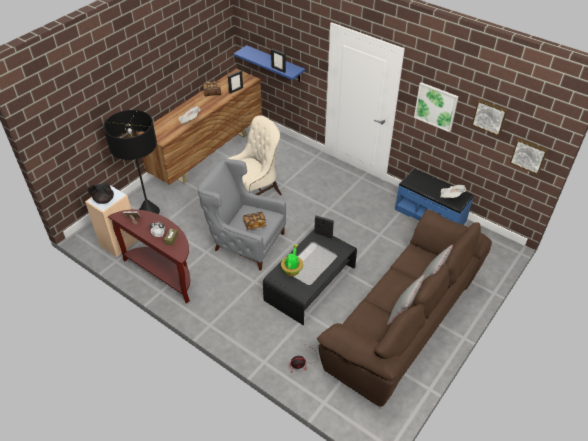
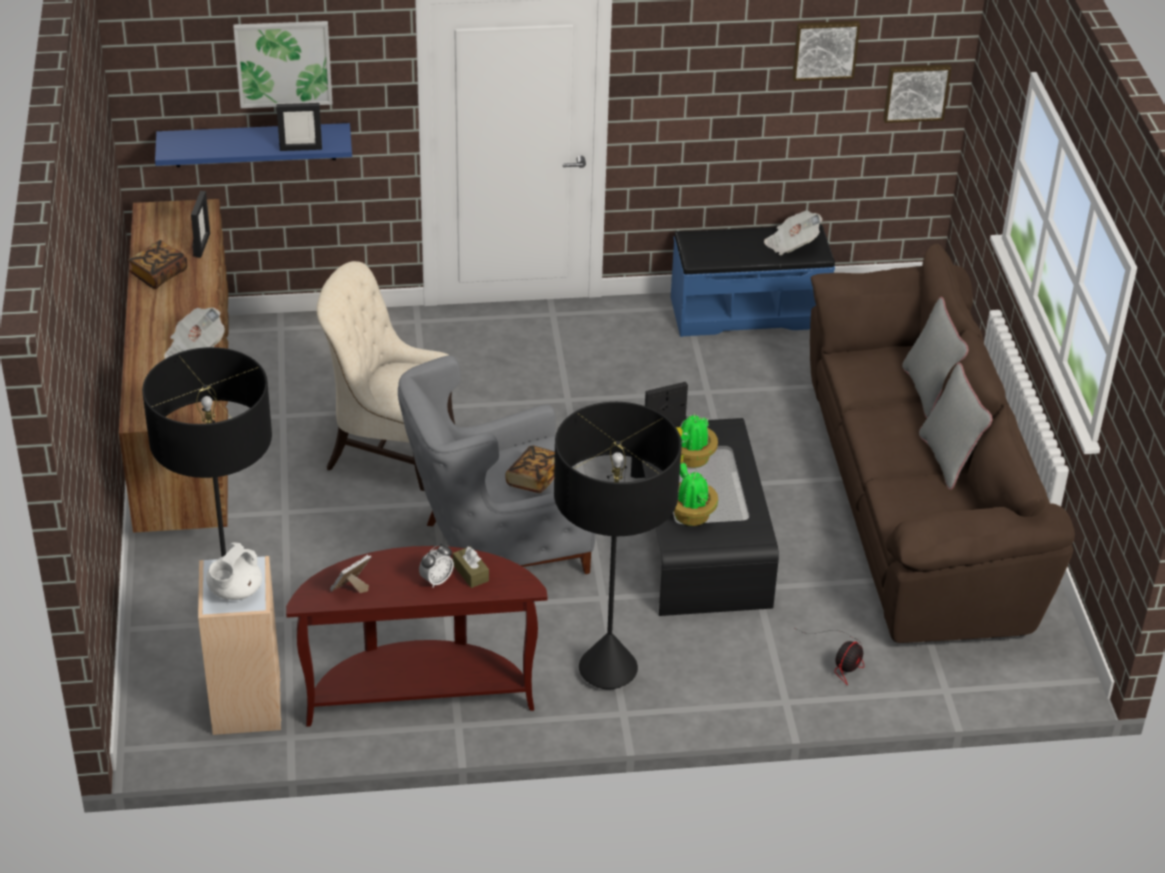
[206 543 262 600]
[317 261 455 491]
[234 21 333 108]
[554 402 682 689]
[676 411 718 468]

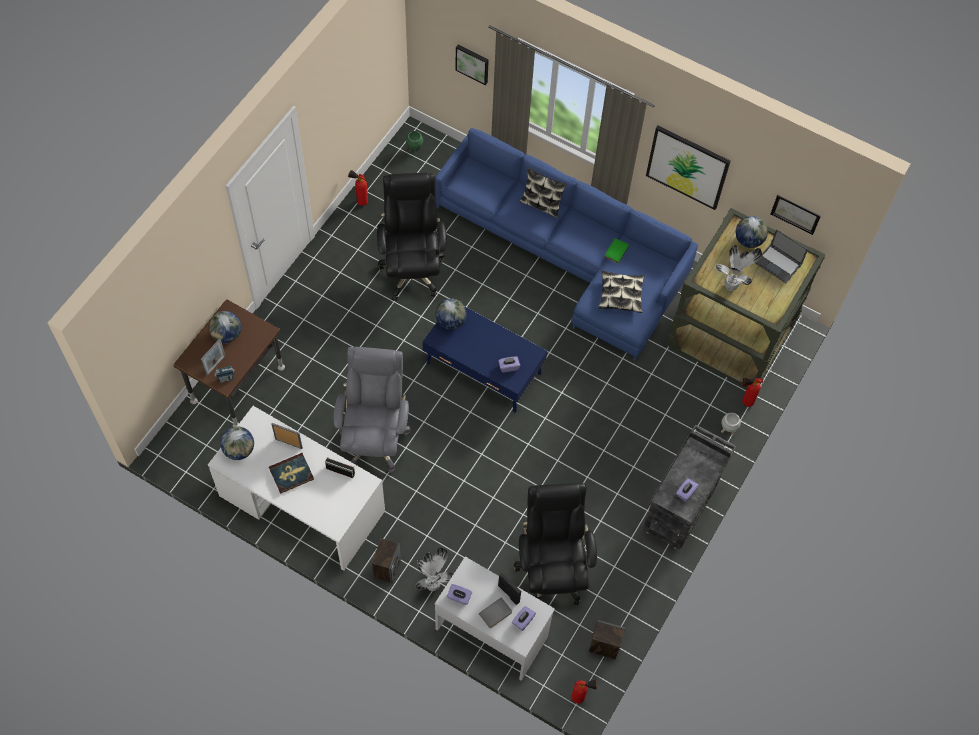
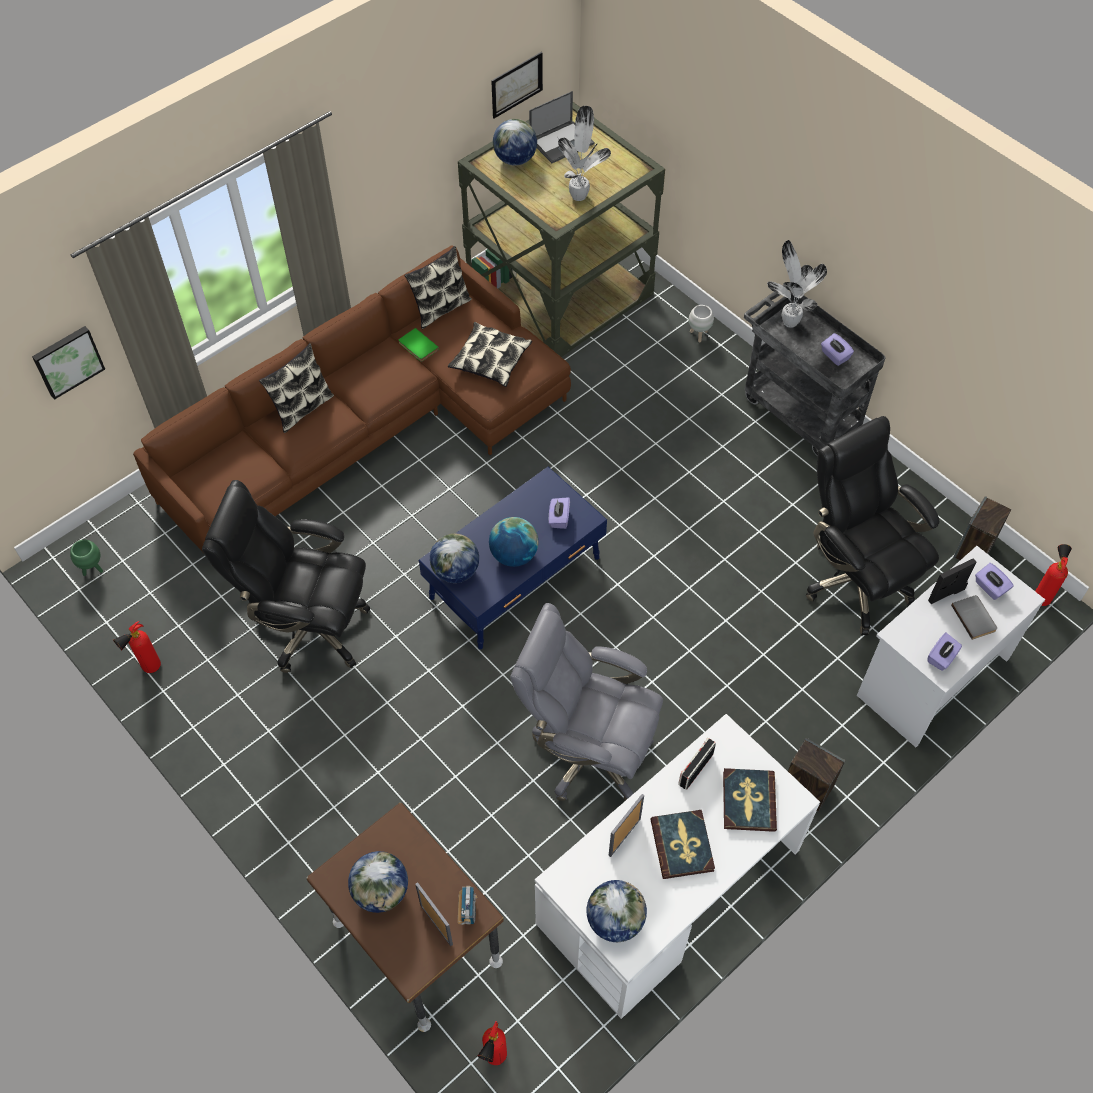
[767 240 827 328]
[133 245 571 552]
[806 416 940 636]
[646 126 731 210] (first image)
[478 1021 507 1065]
[404 246 472 329]
[489 517 539 567]
[723 768 777 832]

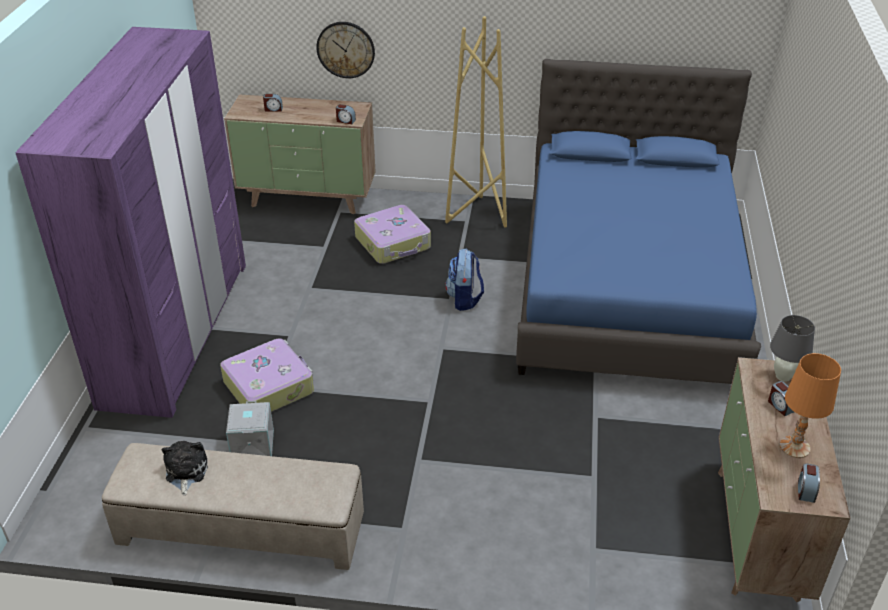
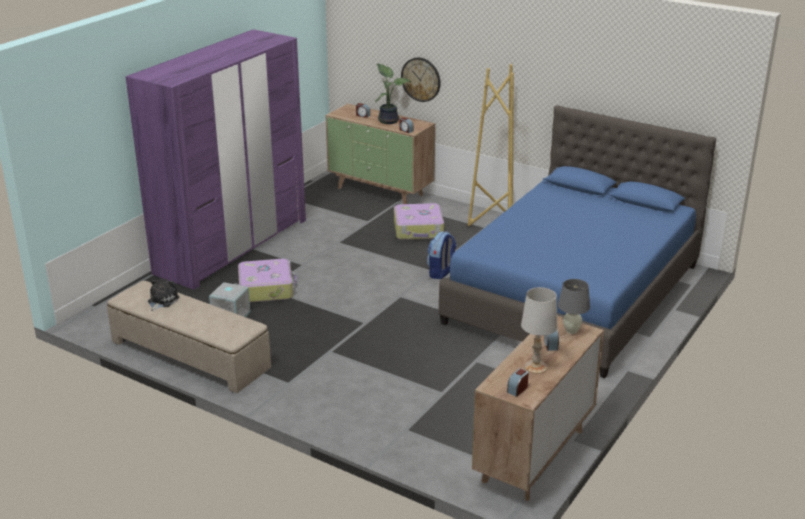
[521 287 557 374]
[375 64 411 124]

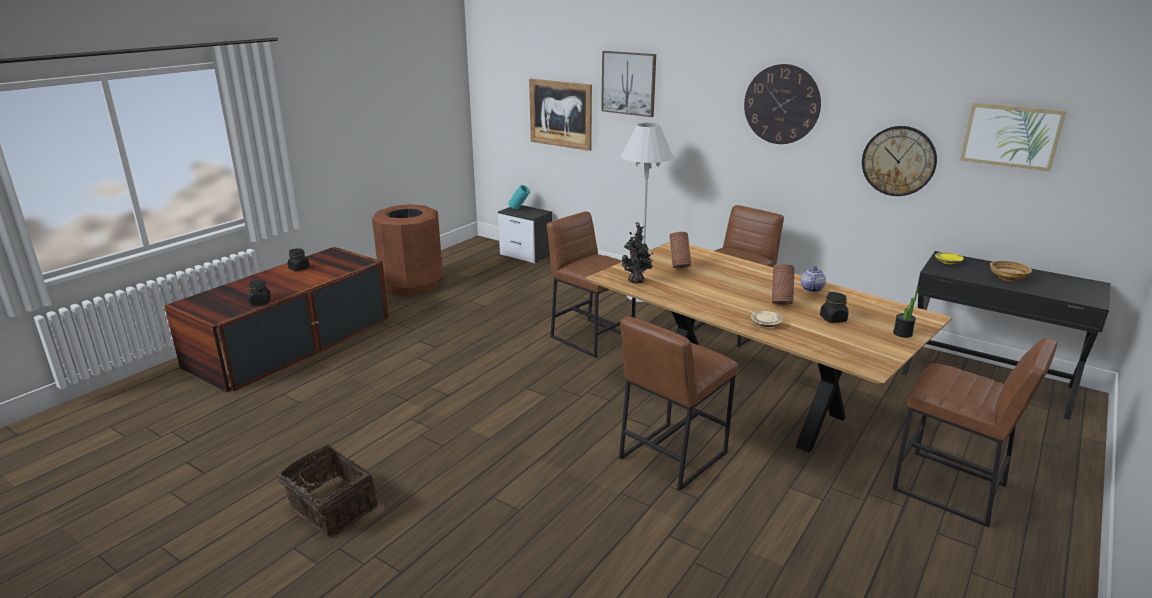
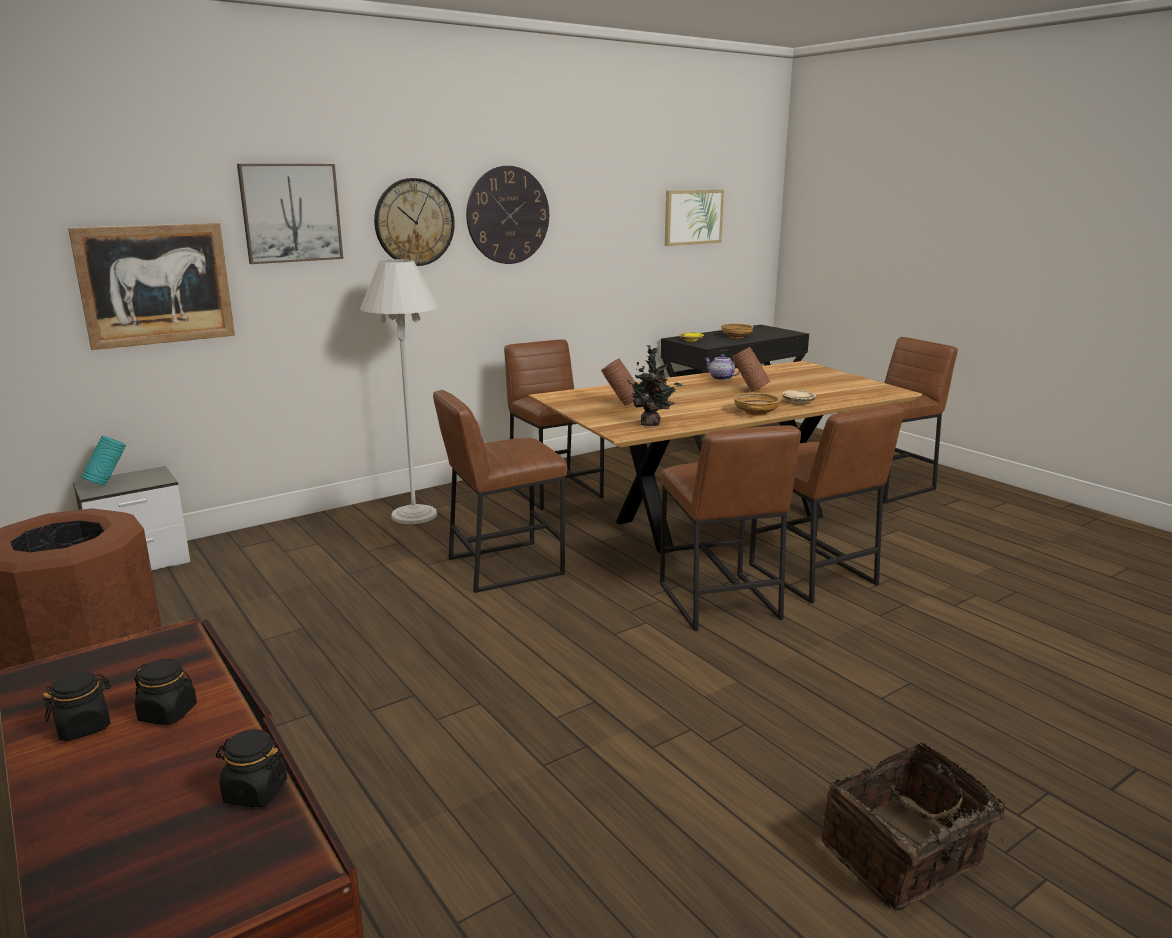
[134 659 197 725]
[374 178 455 266]
[893 286 919 338] (first image)
[660 425 801 631]
[733 392 781 416]

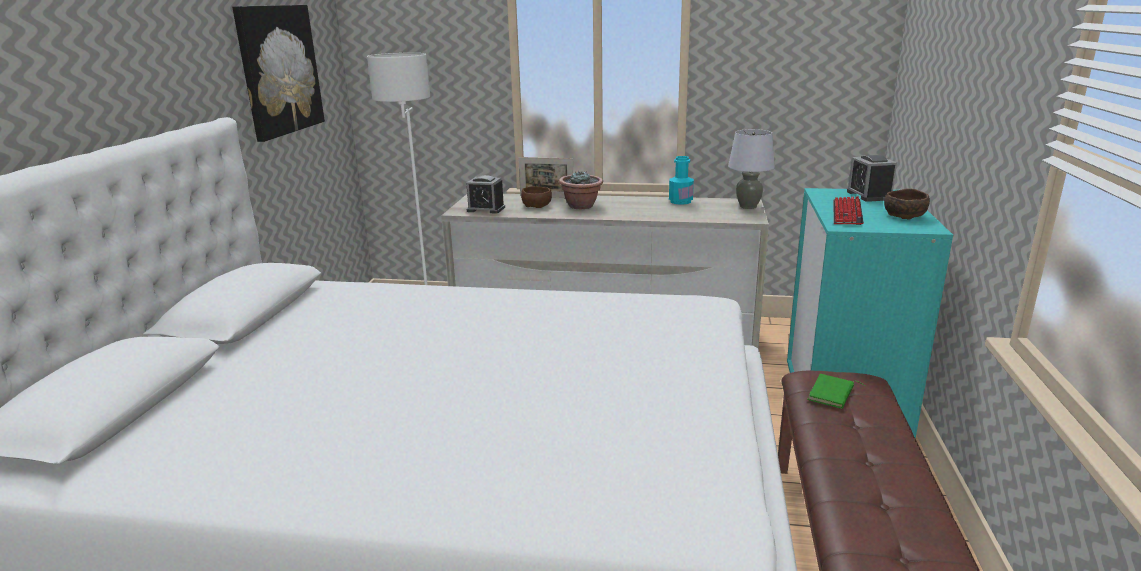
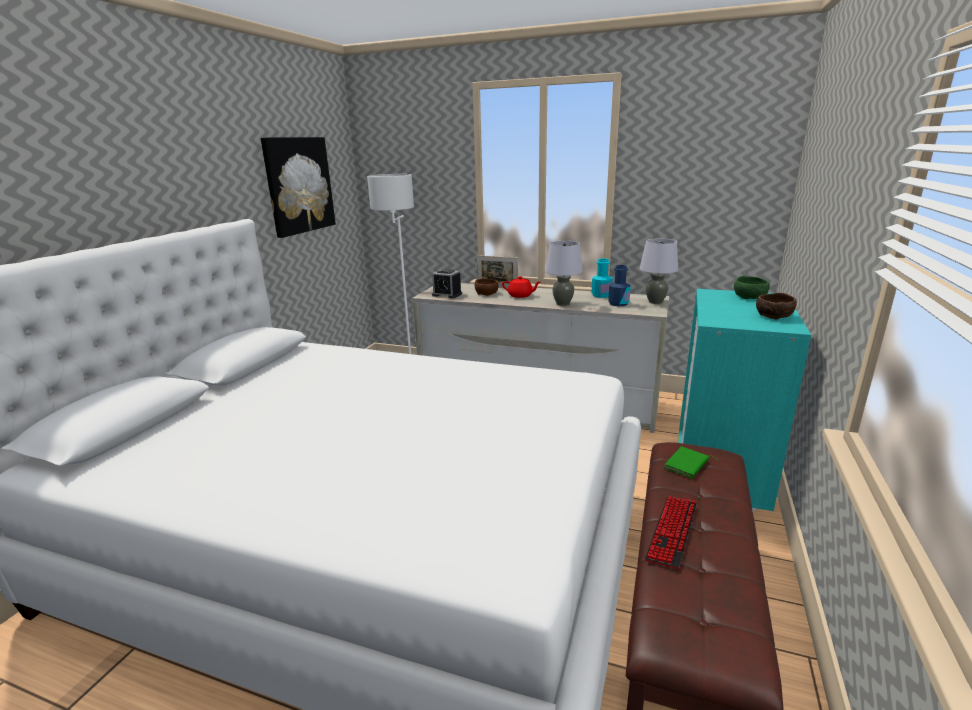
[502 276 540 298]
[645 496 697 569]
[734 276 770 299]
[545 241 583 306]
[608 265 631 306]

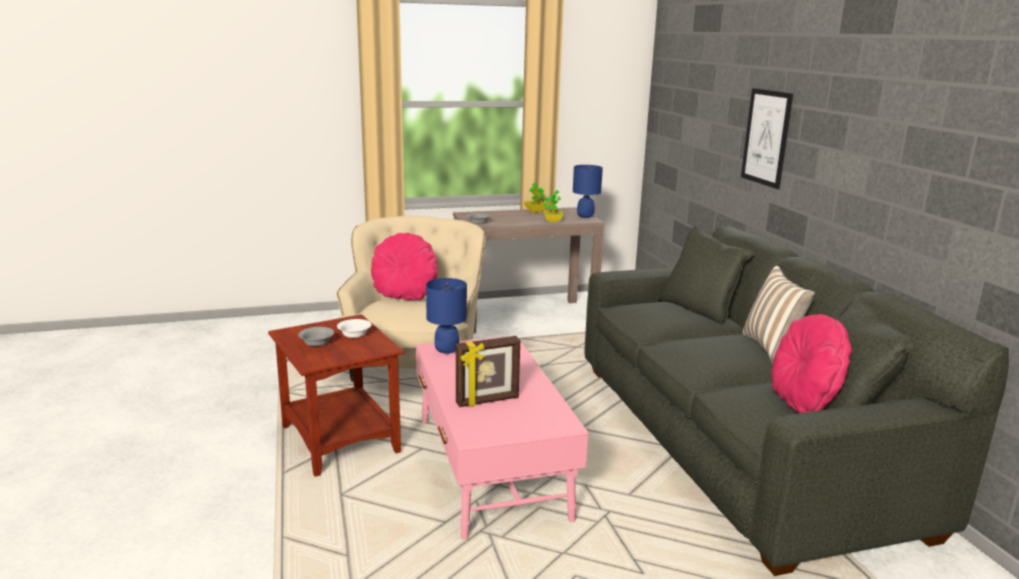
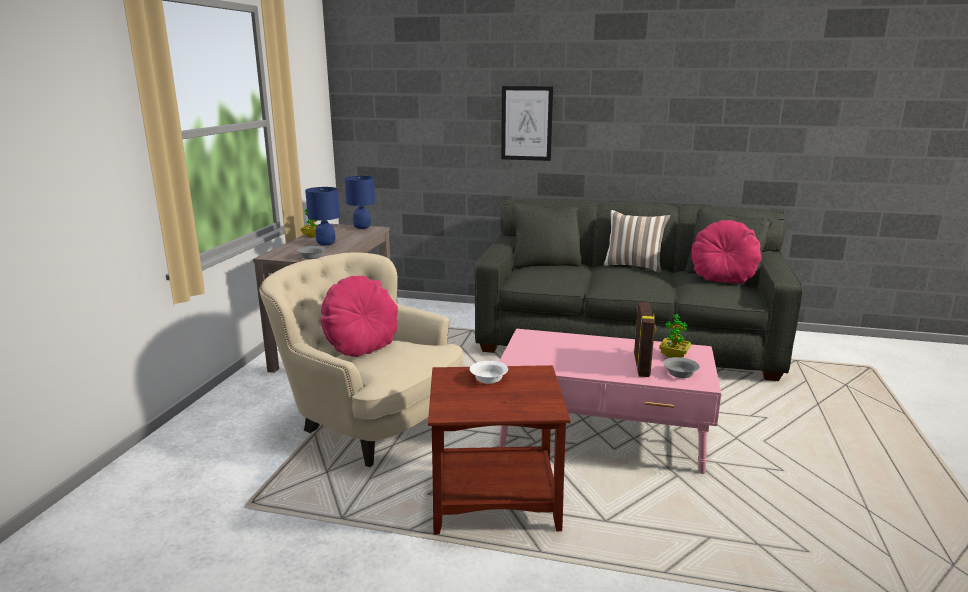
[663 357 700 378]
[305 187 340 246]
[659 314 691 358]

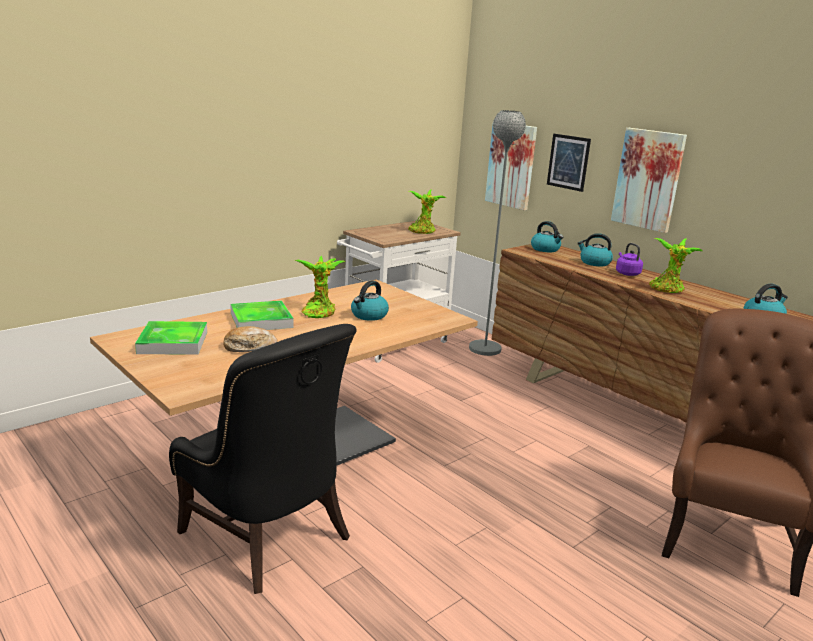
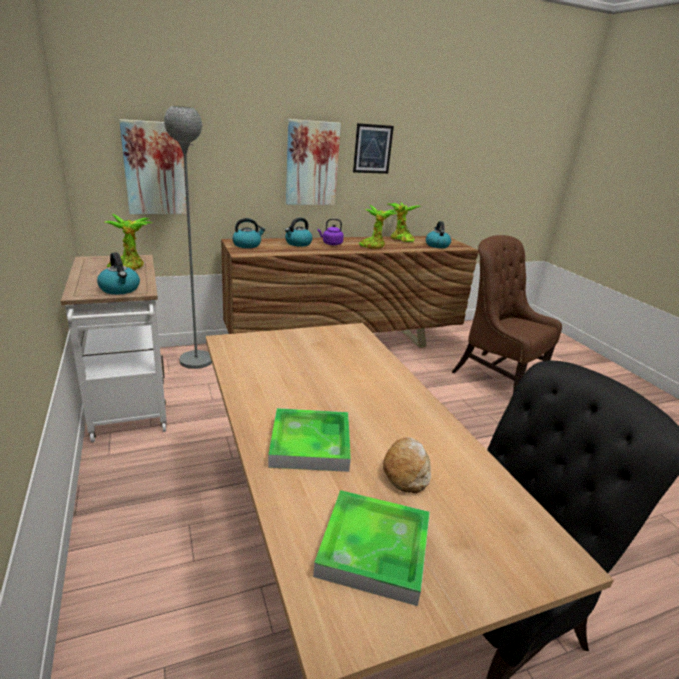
[387 203 420 242]
[97 252 140 294]
[353 123 394 174]

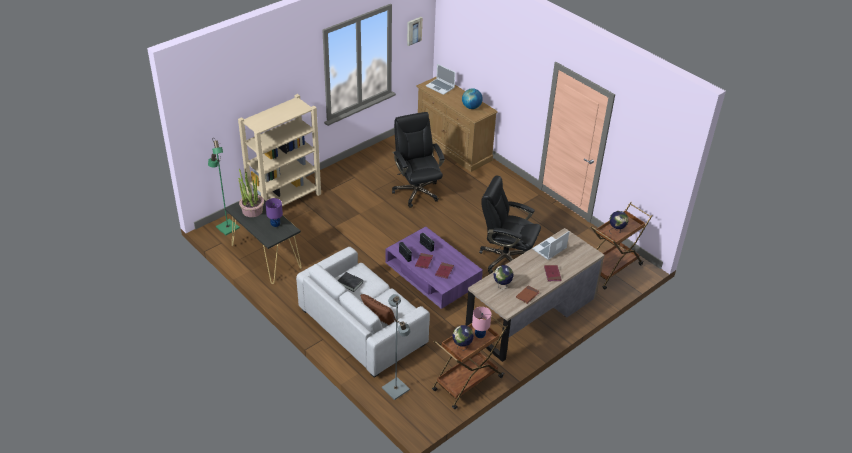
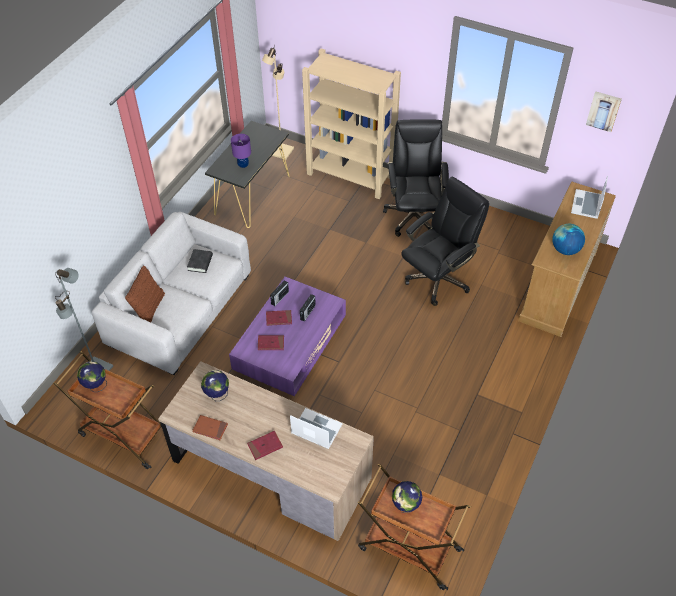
[262 45 294 160]
[238 169 264 217] (first image)
[472 307 491 338] (first image)
[383 119 449 237]

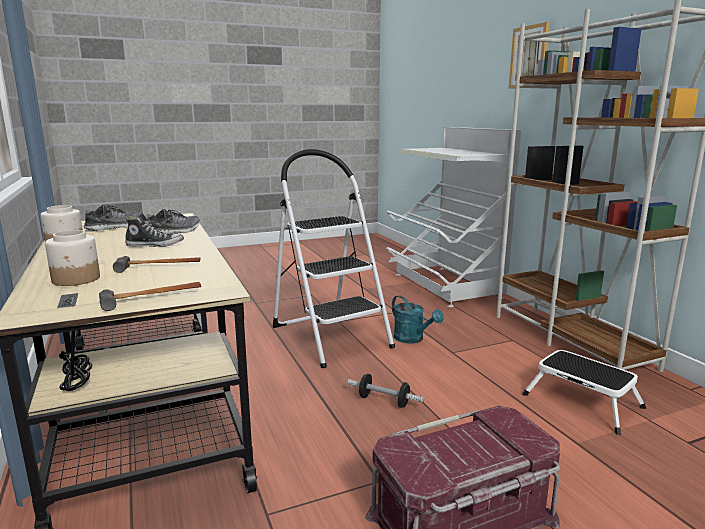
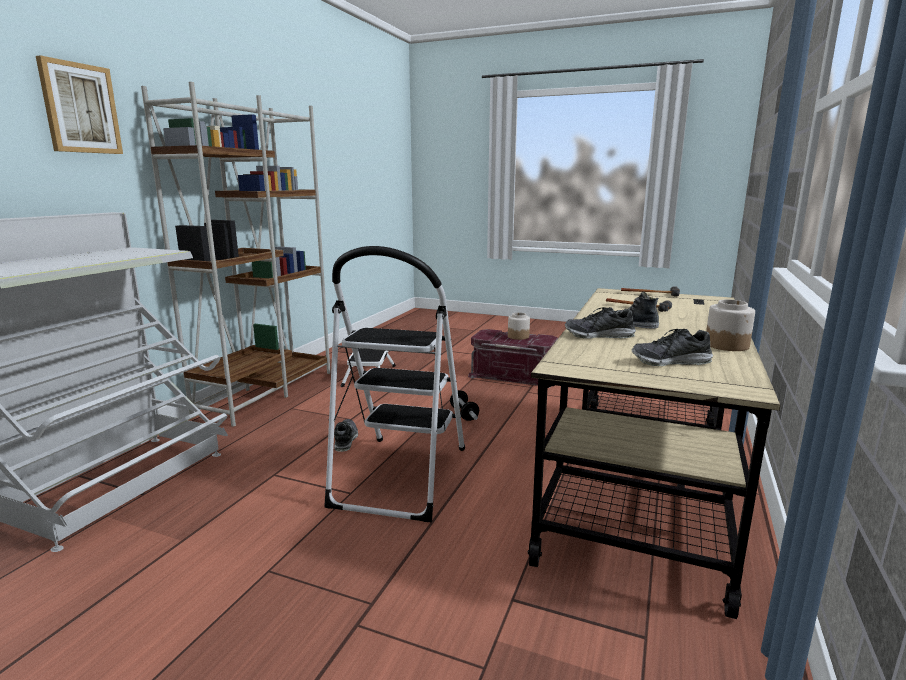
[508 312 530 340]
[334 419 358 452]

